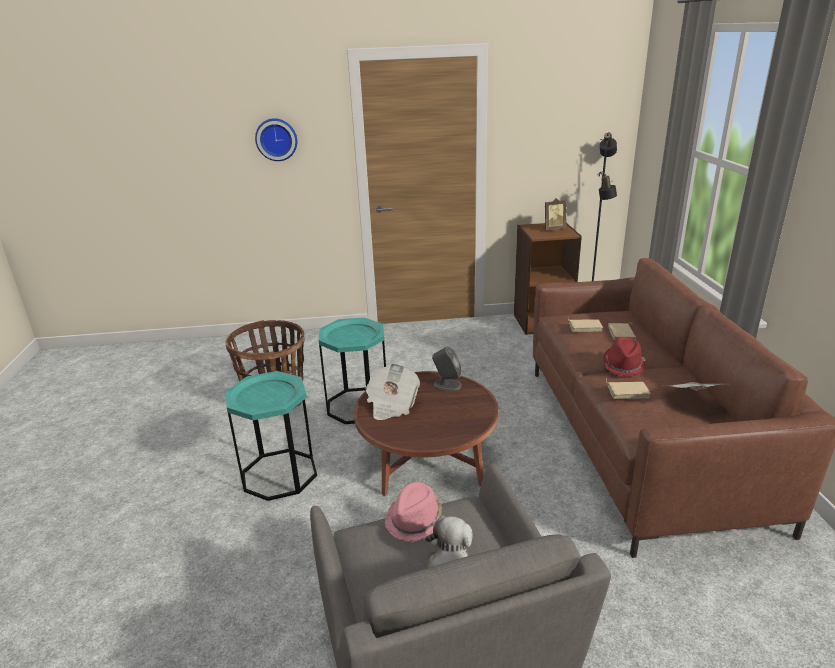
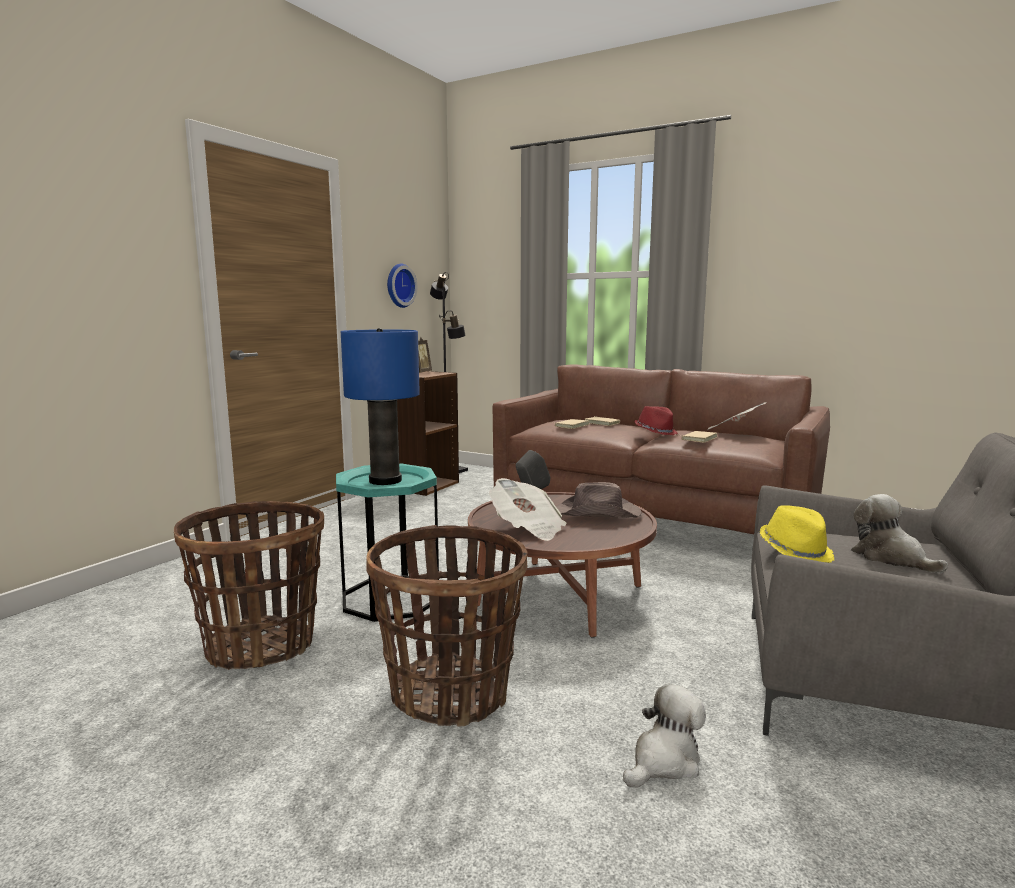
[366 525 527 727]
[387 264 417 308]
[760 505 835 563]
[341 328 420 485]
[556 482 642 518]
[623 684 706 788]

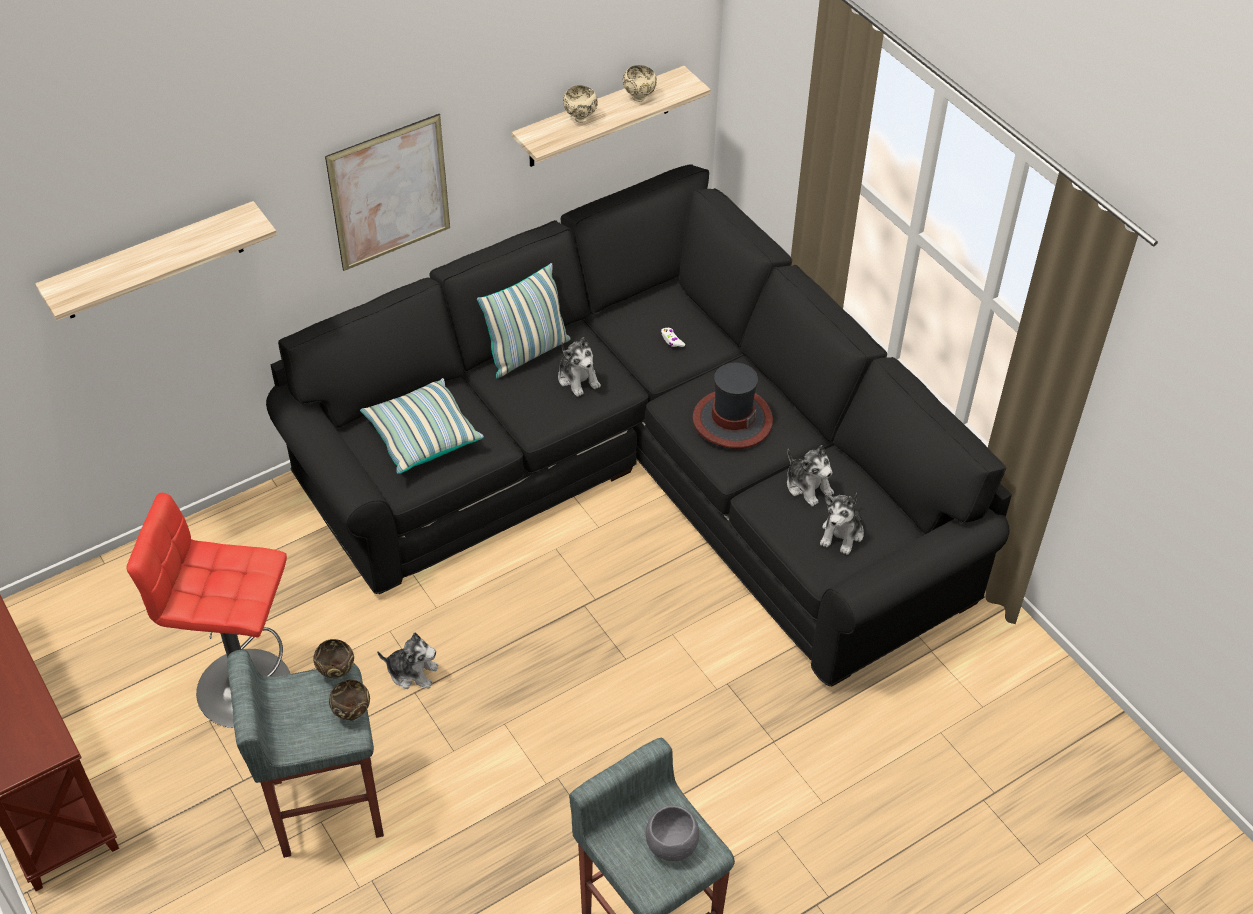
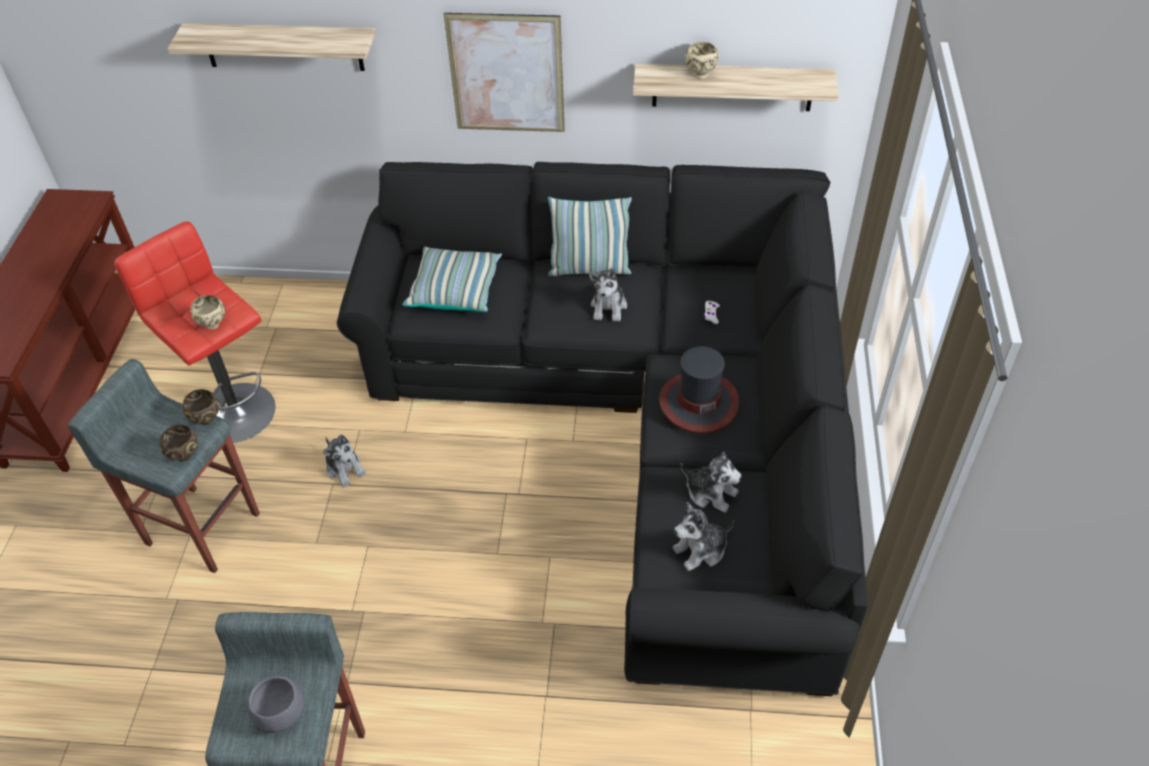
[190 295 225 330]
[681 452 742 513]

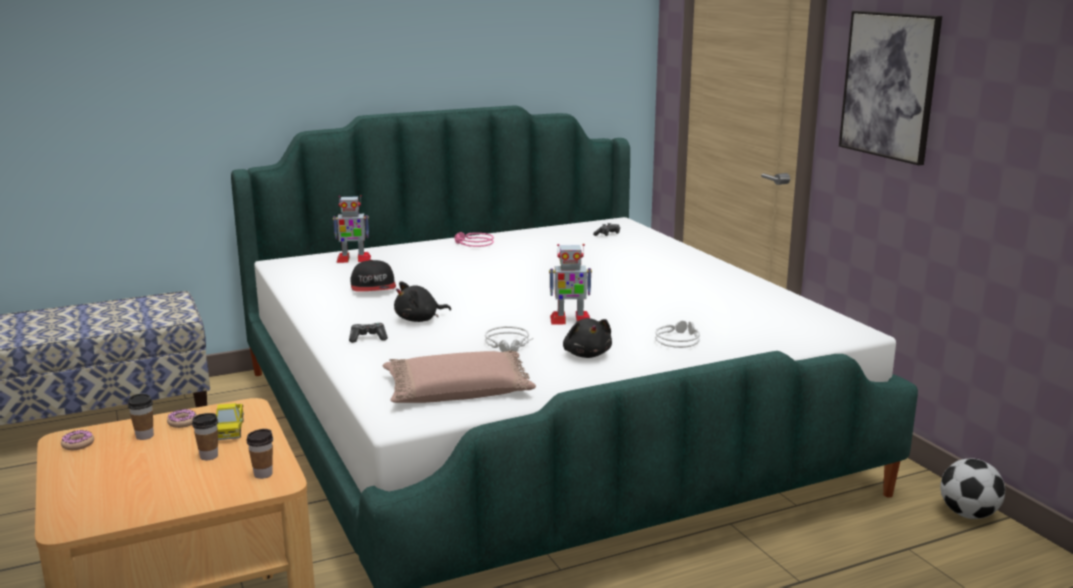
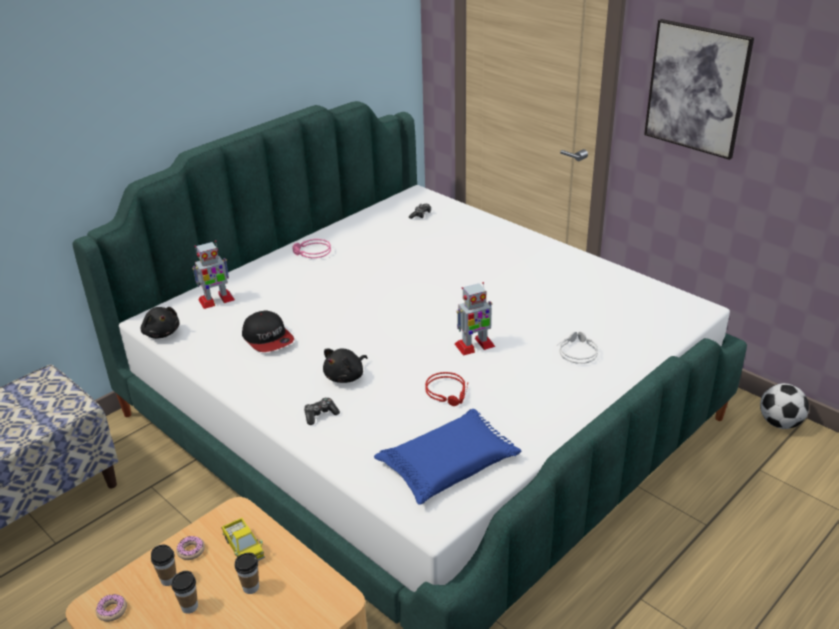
[172 571 198 614]
[374 409 521 504]
[425 372 468 406]
[141 307 180 339]

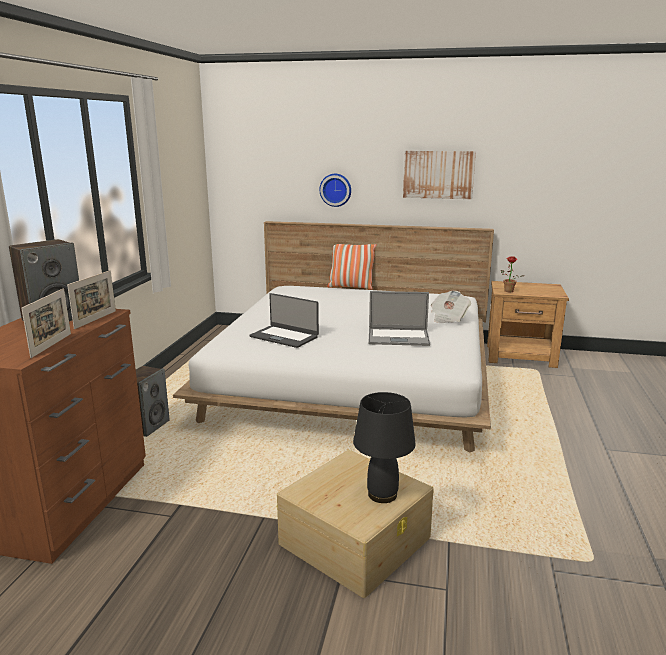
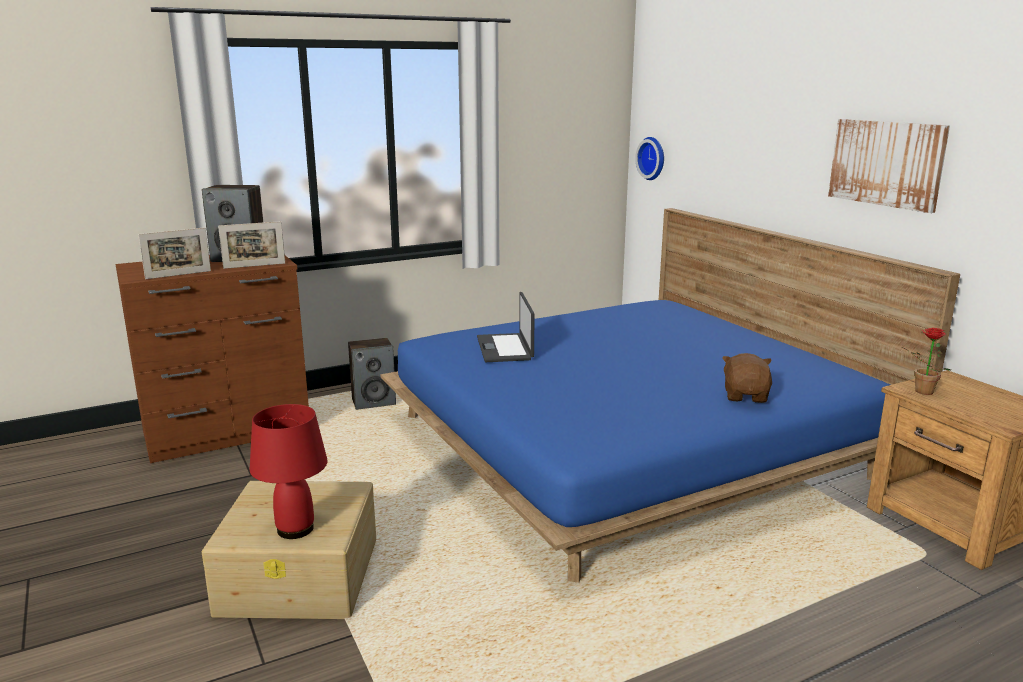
[380 208 960 583]
[635 137 664 180]
[327 244 377 290] (first image)
[250 404 328 539]
[369 291 430 346] (first image)
[722 353 772 403]

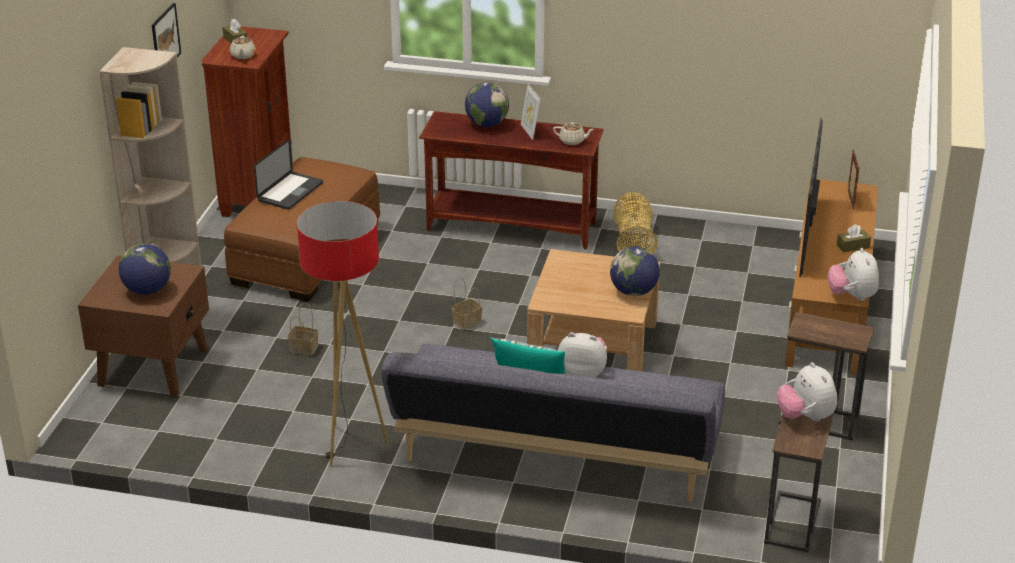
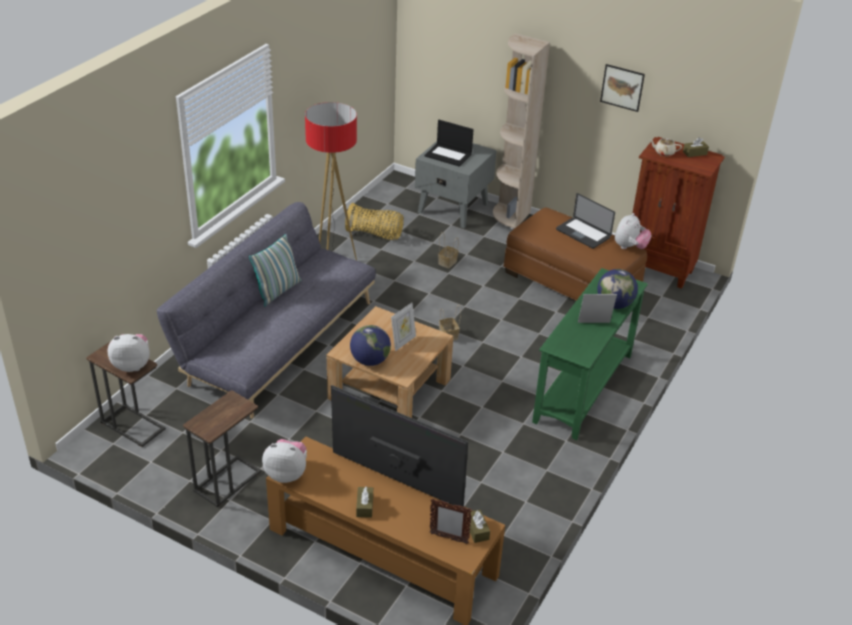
[415 141 497 228]
[424 120 474 167]
[532 268 648 440]
[553 122 594 145] (first image)
[615 213 652 249]
[345 203 404 240]
[391 303 416 351]
[466 510 490 543]

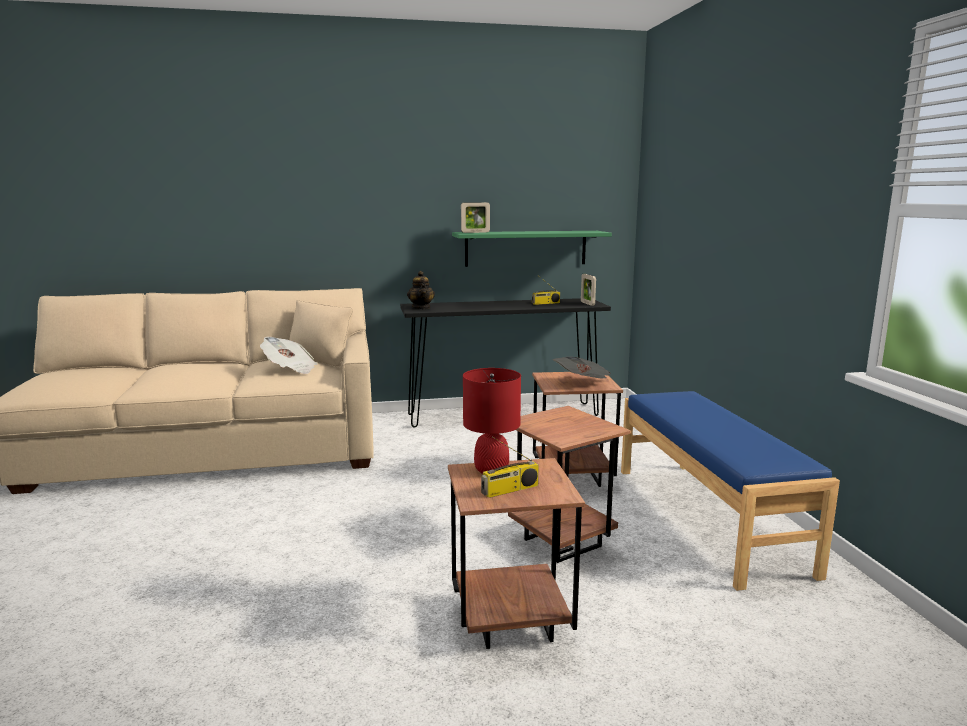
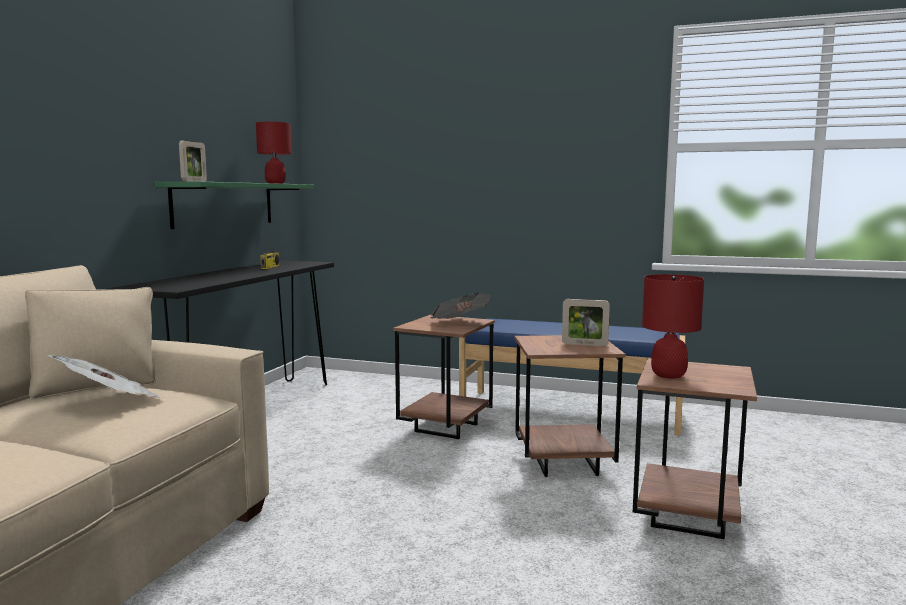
[407 271 435 309] (first image)
[481 436 539 498] (first image)
[562 299 610 346]
[256 122 291 184]

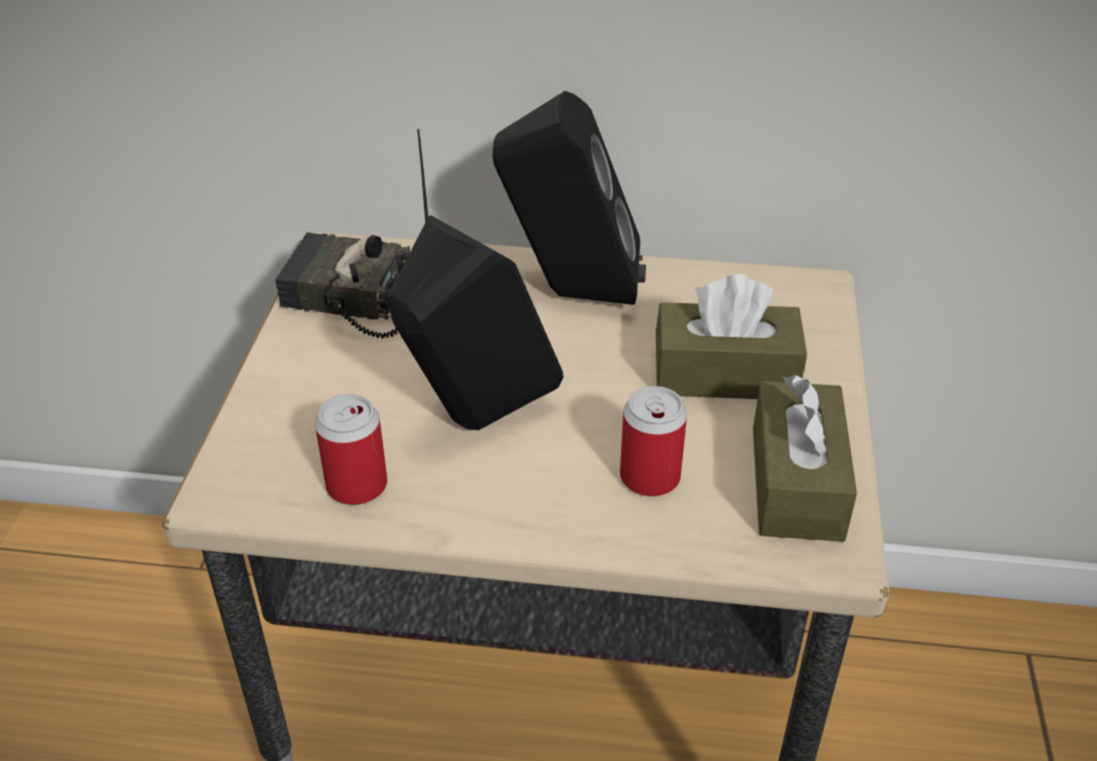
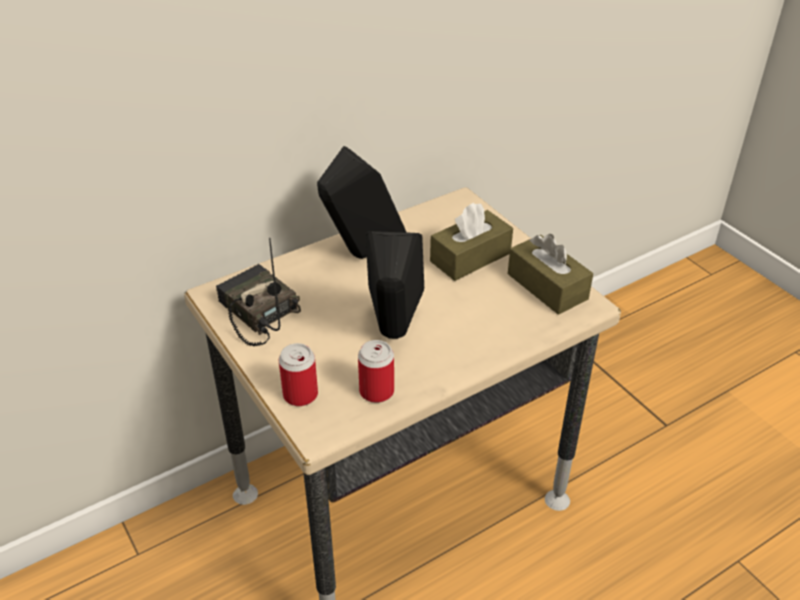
[216 238 301 346]
[279 343 318 406]

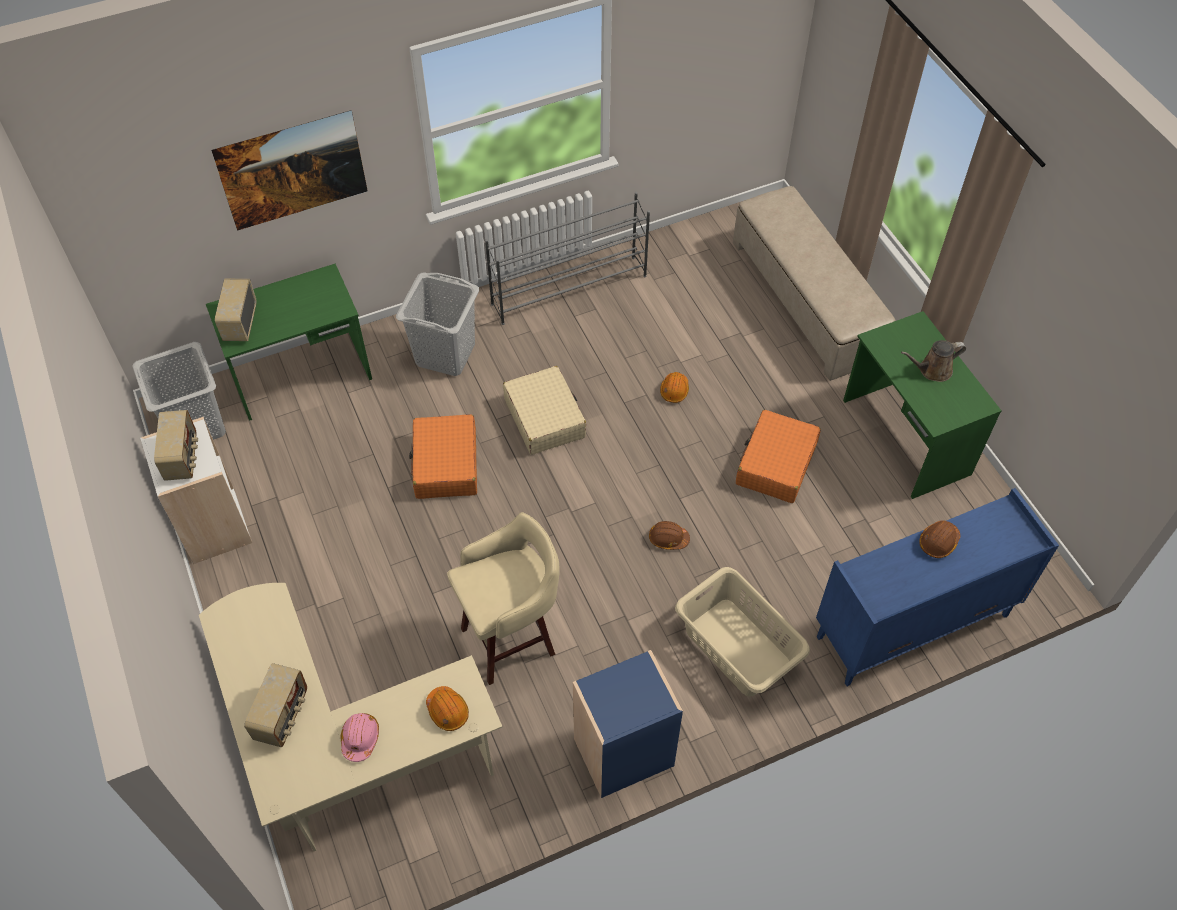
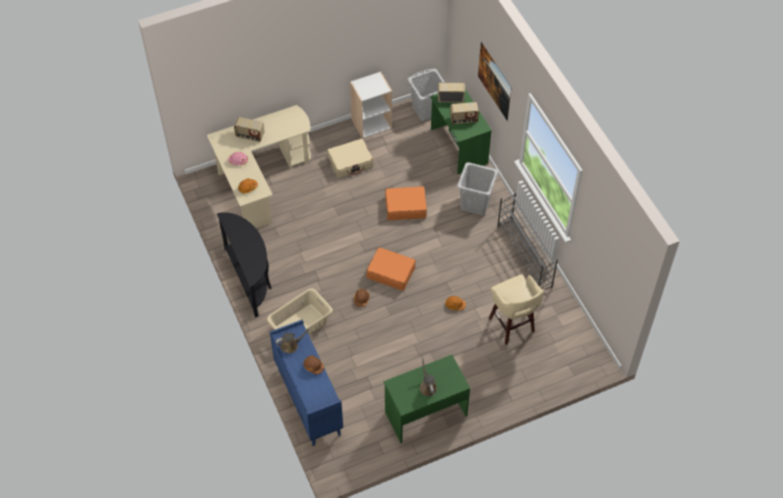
[450 102 479 124]
[489 274 544 345]
[327 139 373 178]
[217 212 271 318]
[733 186 896 381] (first image)
[366 247 416 291]
[275 327 312 353]

